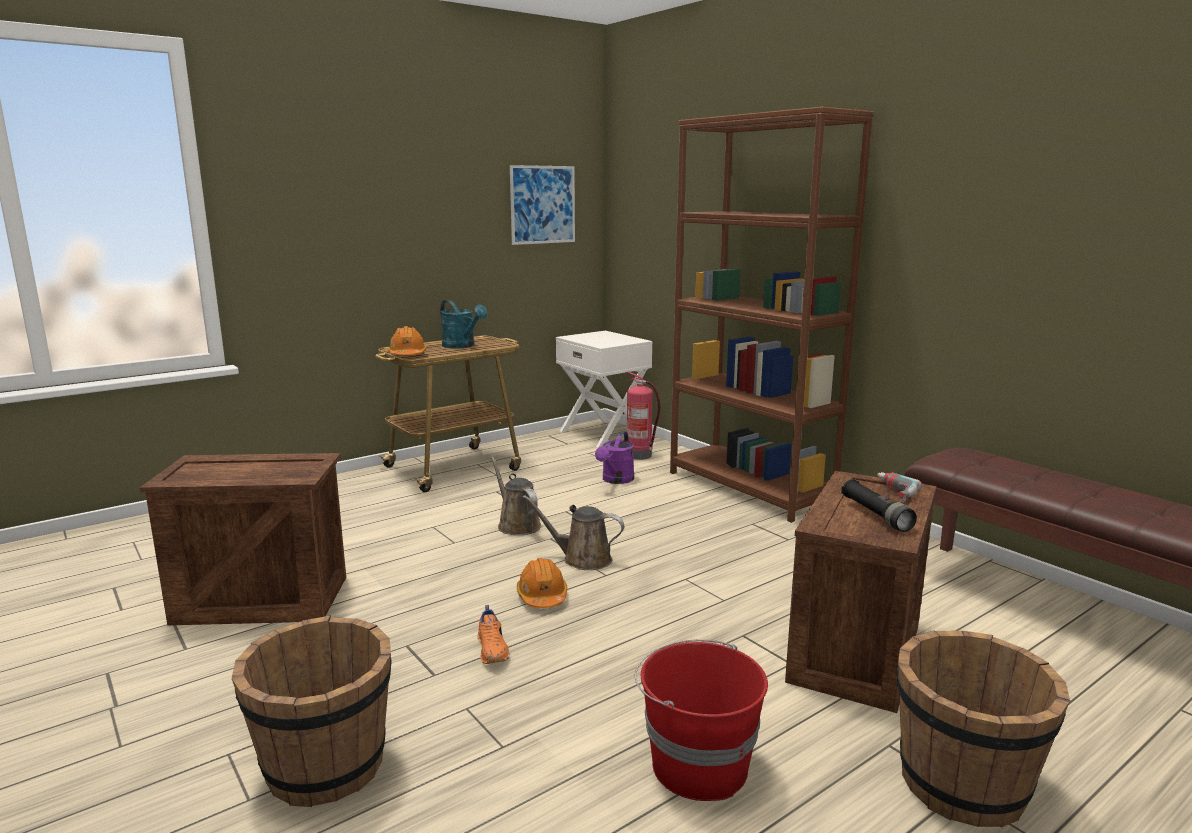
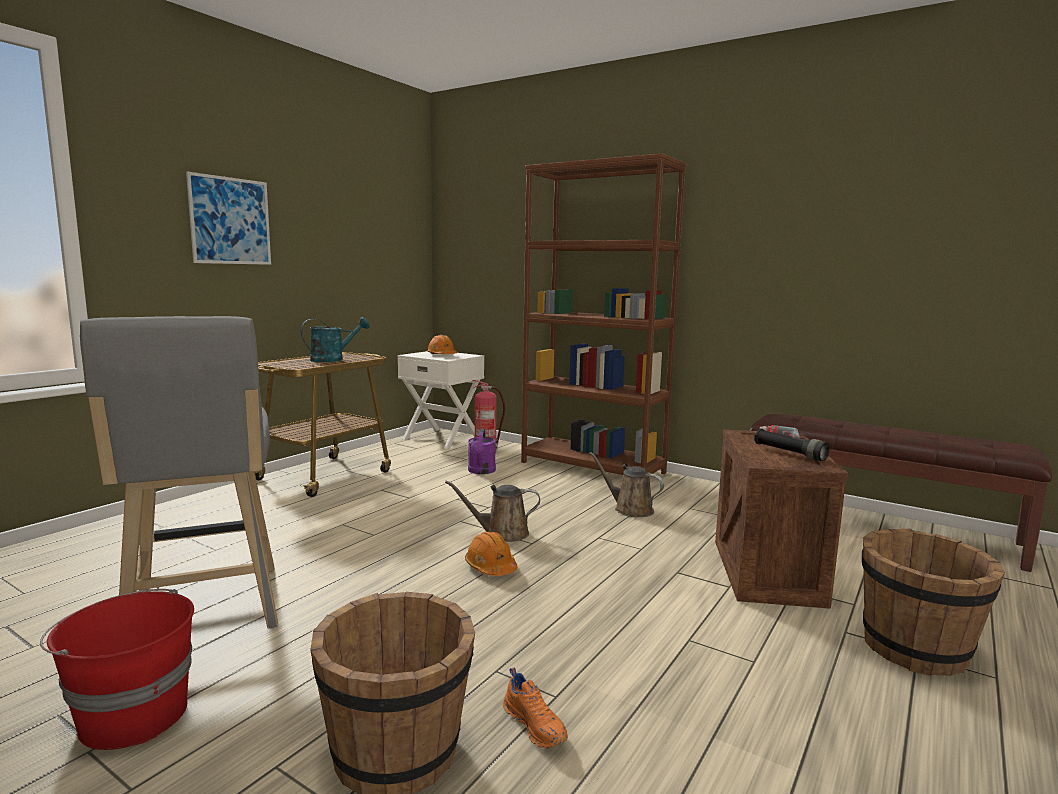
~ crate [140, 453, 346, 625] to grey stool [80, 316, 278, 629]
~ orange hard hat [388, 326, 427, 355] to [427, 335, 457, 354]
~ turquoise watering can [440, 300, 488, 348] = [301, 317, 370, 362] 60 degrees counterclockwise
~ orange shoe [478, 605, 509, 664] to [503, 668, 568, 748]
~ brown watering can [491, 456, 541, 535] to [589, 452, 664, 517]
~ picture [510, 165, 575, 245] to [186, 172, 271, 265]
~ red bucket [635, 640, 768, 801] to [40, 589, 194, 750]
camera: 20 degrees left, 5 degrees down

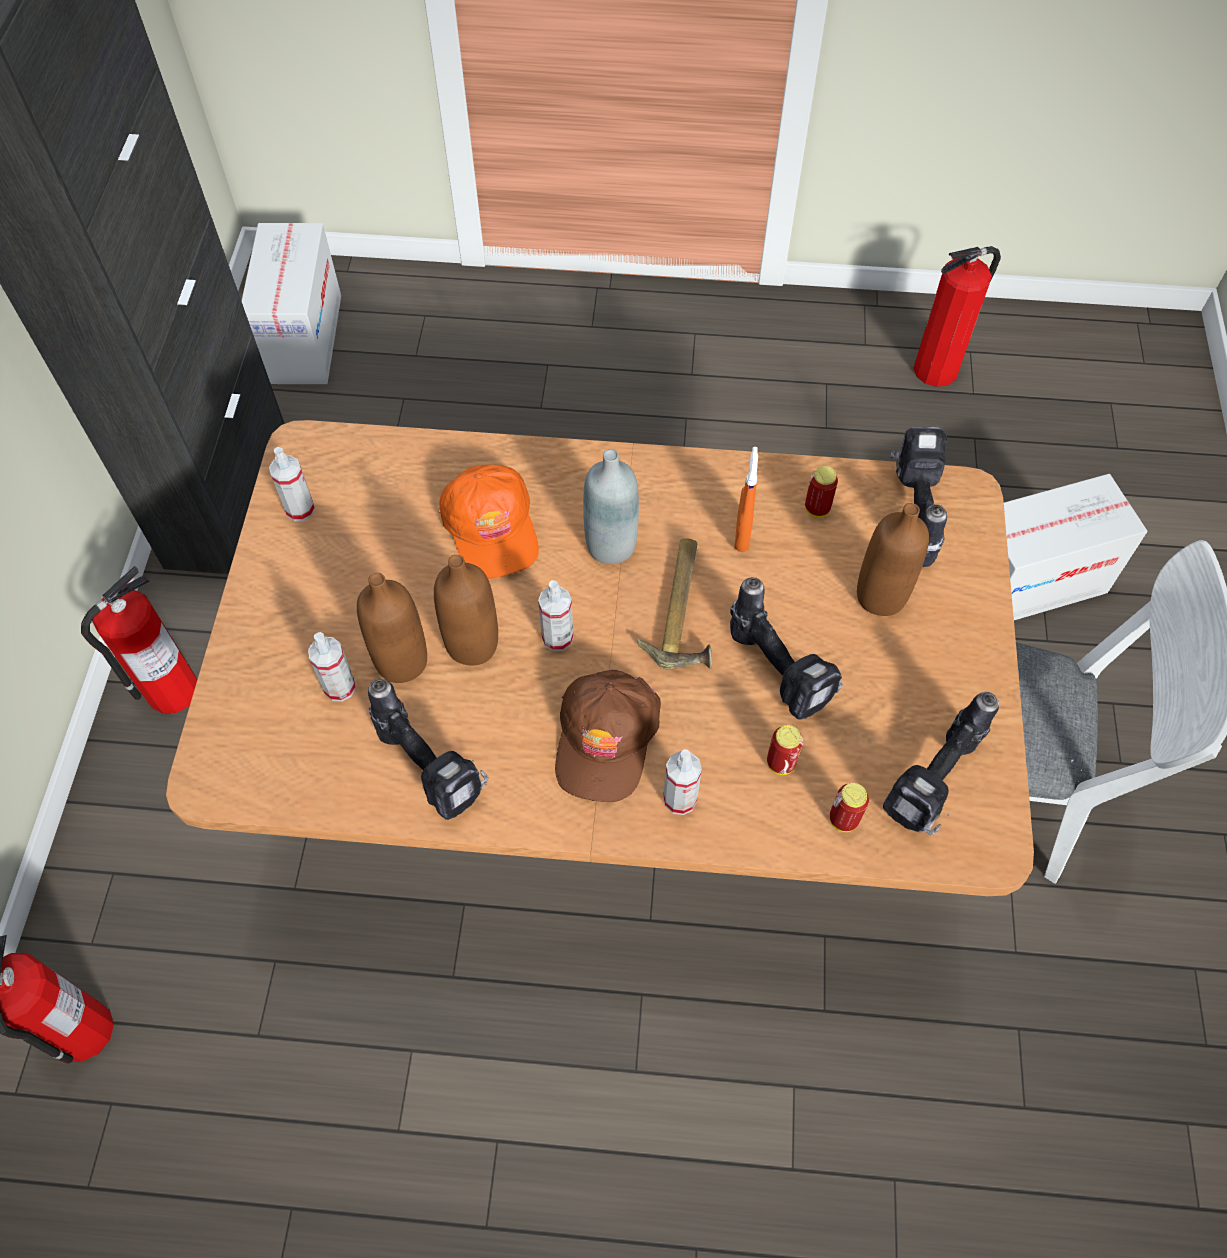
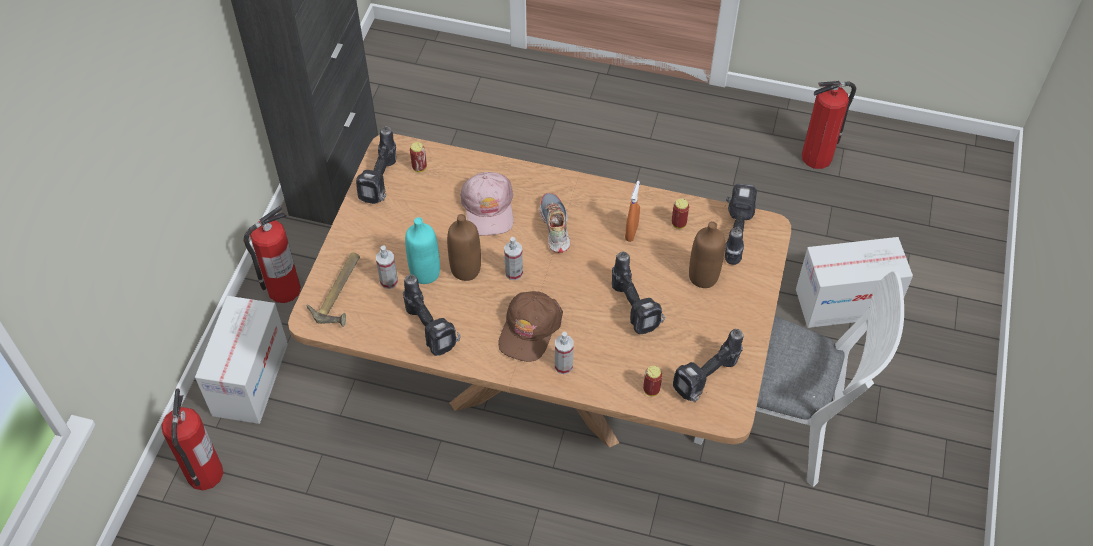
~ cardboard box [242, 223, 341, 384] to [195, 296, 288, 424]
~ spray bottle [269, 447, 315, 521] to power drill [356, 126, 396, 204]
~ brown bottle [357, 573, 427, 683] to turquoise bottle [405, 217, 440, 284]
~ orange cap [439, 465, 539, 579] to pink cap [460, 172, 513, 236]
~ grey bottle [583, 449, 639, 564] to shoe [539, 193, 570, 253]
~ hammer [637, 538, 712, 669] to [306, 253, 360, 327]
~ can [767, 725, 803, 775] to [410, 142, 427, 172]
camera: 10 degrees right, 5 degrees down

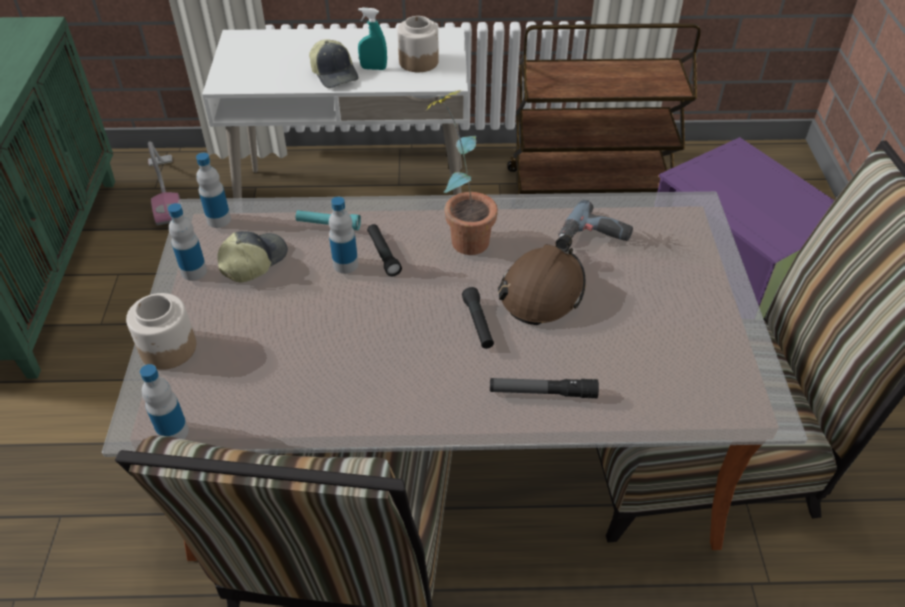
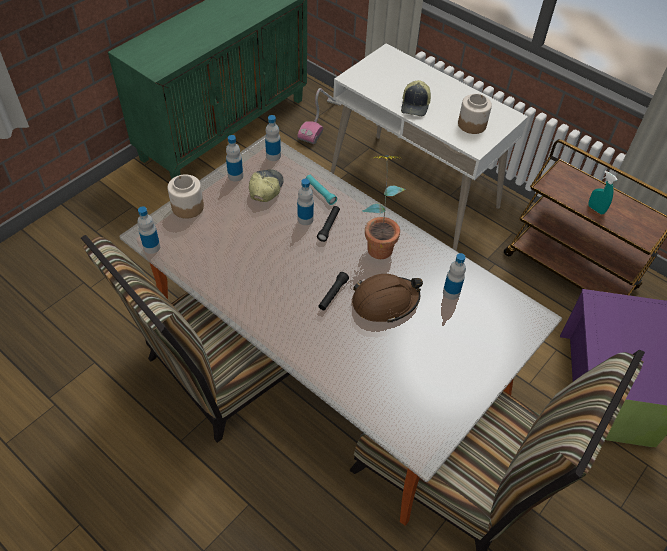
~ cap [217, 231, 288, 283] = [249, 169, 284, 202] 60 degrees counterclockwise
~ turquoise spray bottle [358, 8, 387, 70] to [588, 171, 618, 214]
- flashlight [490, 378, 599, 398]
~ power drill [559, 199, 633, 241] to bottle [443, 253, 466, 300]
camera: 40 degrees right, 5 degrees up

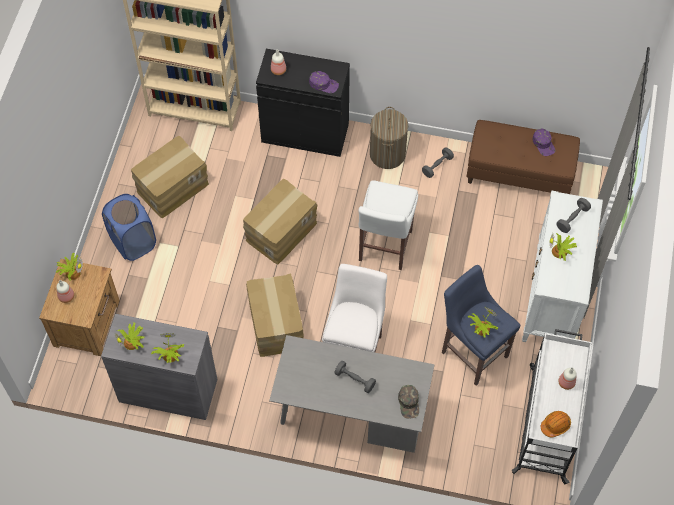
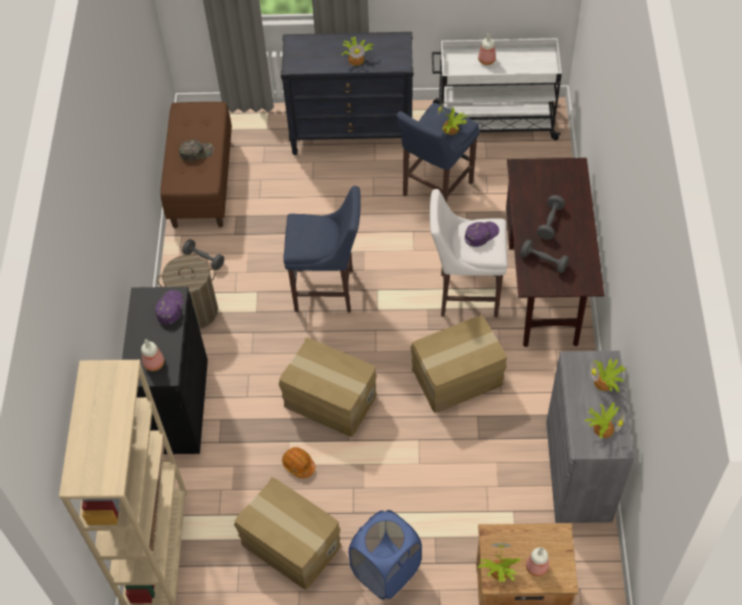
~ grey desk [269, 335, 434, 453] to brown desk [506, 158, 604, 347]
~ white stool [358, 180, 418, 270] to blue stool [283, 186, 361, 312]
~ green cap [398, 385, 419, 418] to [179, 140, 214, 162]
~ white dresser [522, 190, 603, 342] to black dresser [281, 32, 413, 155]
~ purple cap [533, 129, 555, 156] to [465, 222, 499, 247]
~ orange hard hat [541, 411, 571, 437] to [282, 447, 315, 478]
~ grey dumbbell [557, 198, 591, 233] to [520, 239, 569, 273]
camera: 100 degrees left, 5 degrees down

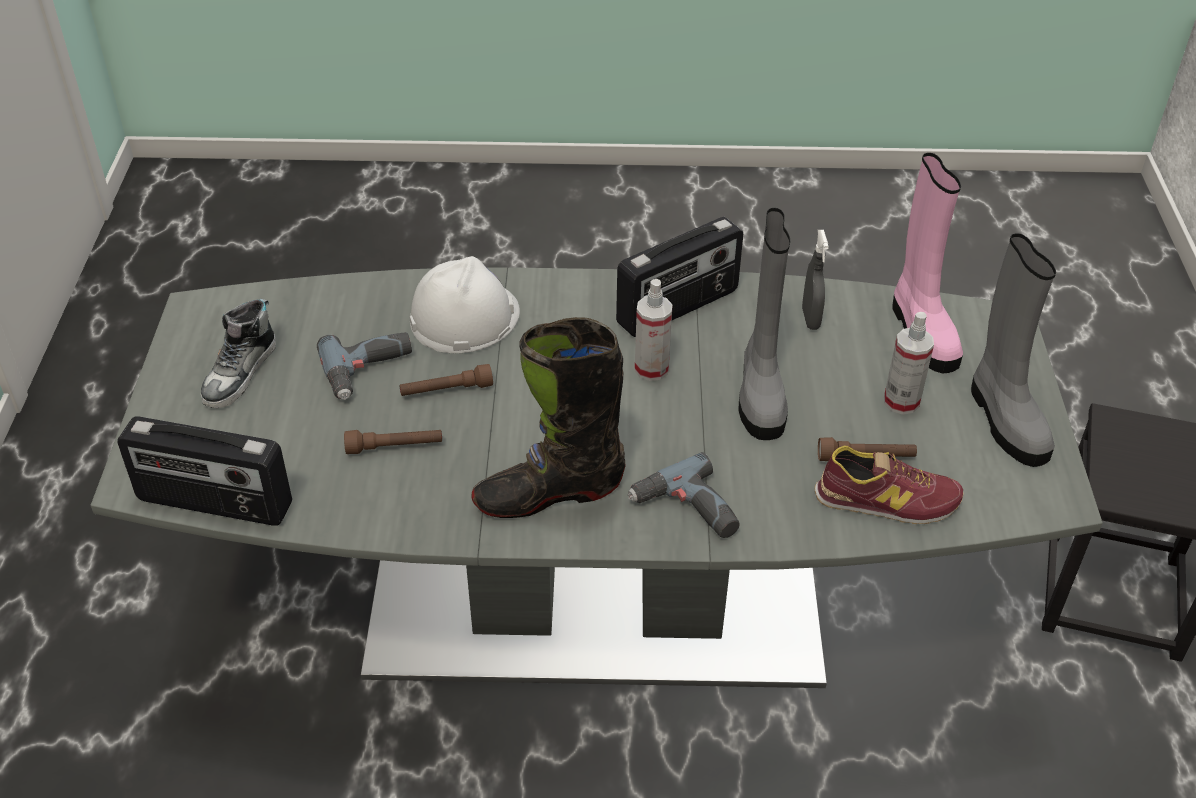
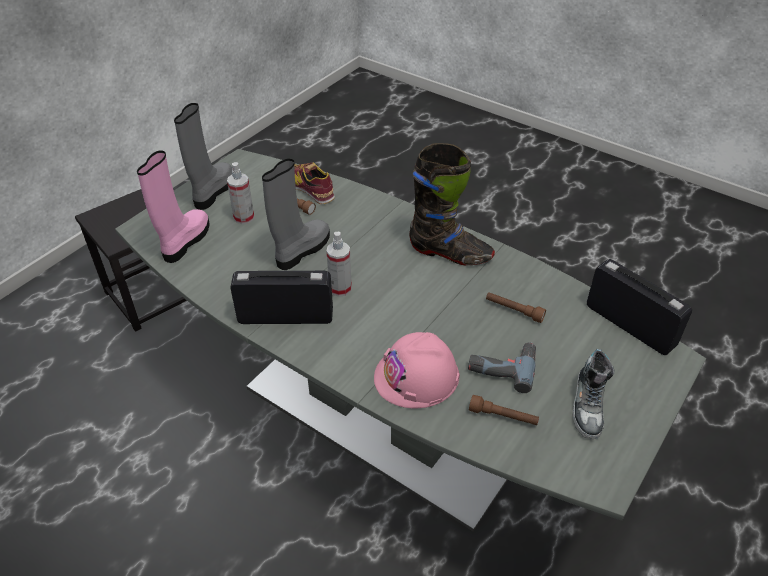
~ shoe [201, 299, 276, 408] = [573, 349, 615, 439] 135 degrees clockwise
~ brown flashlight [399, 364, 493, 396] to [469, 395, 539, 425]
~ white hard hat [410, 256, 520, 353] to pink hard hat [374, 332, 460, 408]
- power drill [628, 452, 739, 538]
- grey spray bottle [802, 230, 829, 330]
camera: 145 degrees left, 0 degrees up

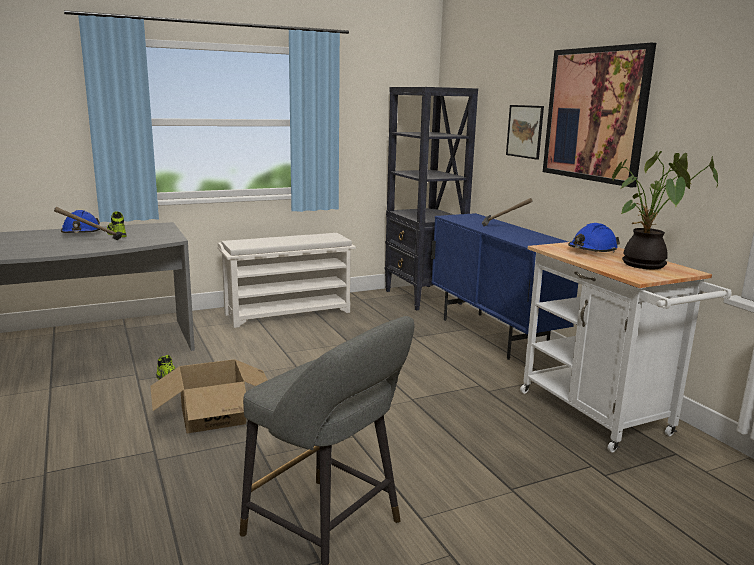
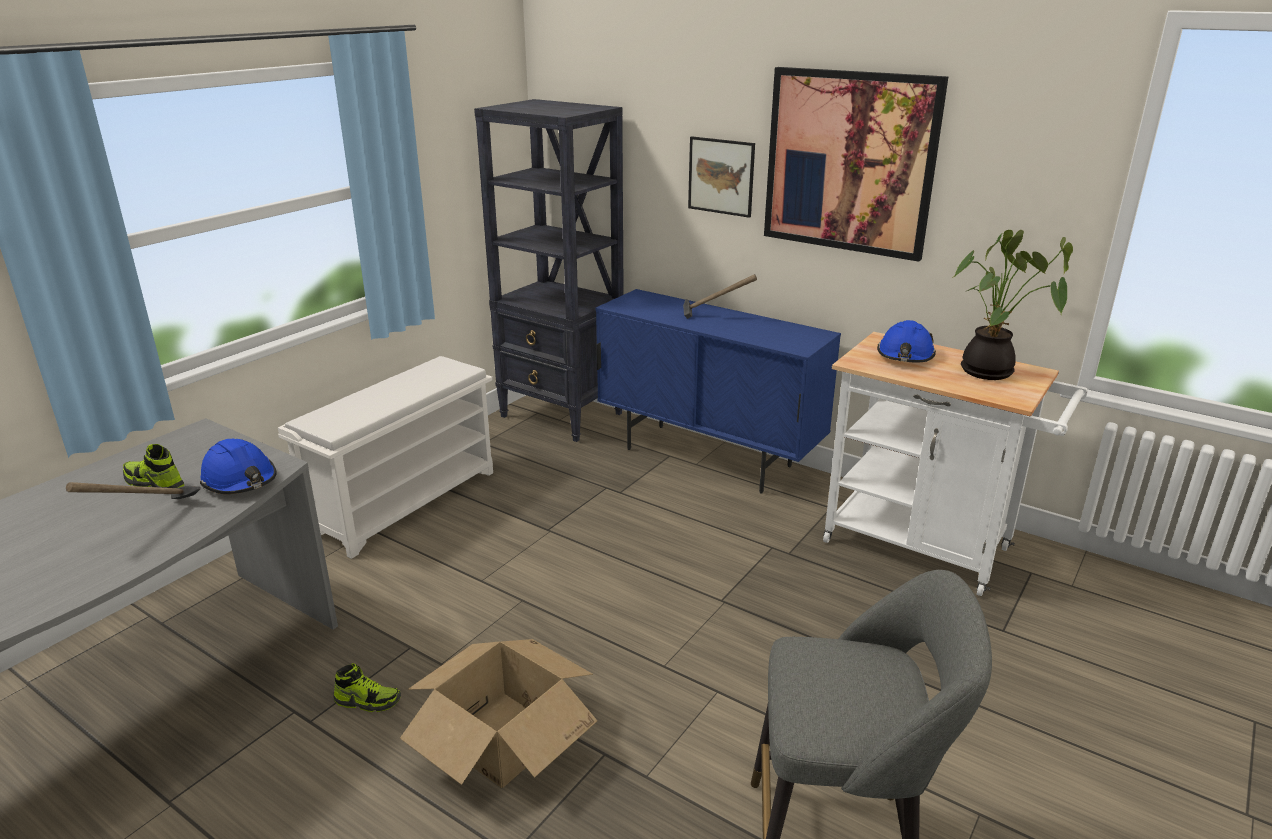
~ blue hard hat [61, 210, 101, 233] to [200, 439, 277, 494]
camera: 30 degrees left, 10 degrees up

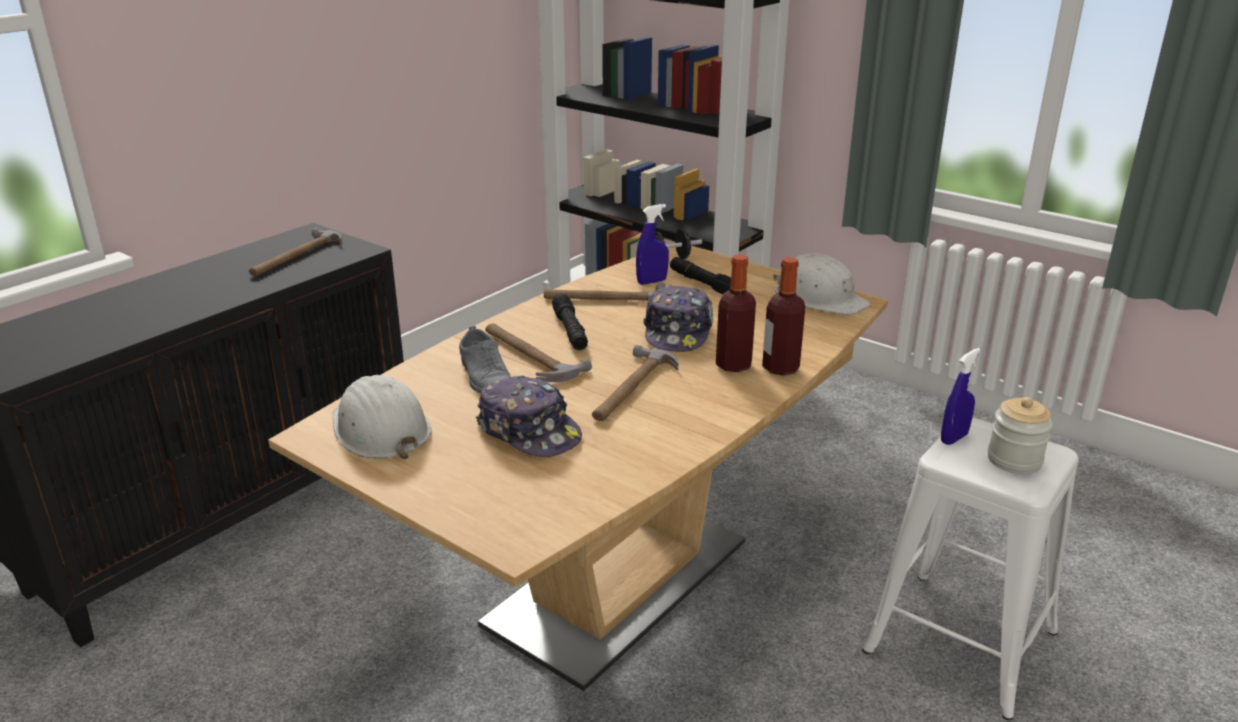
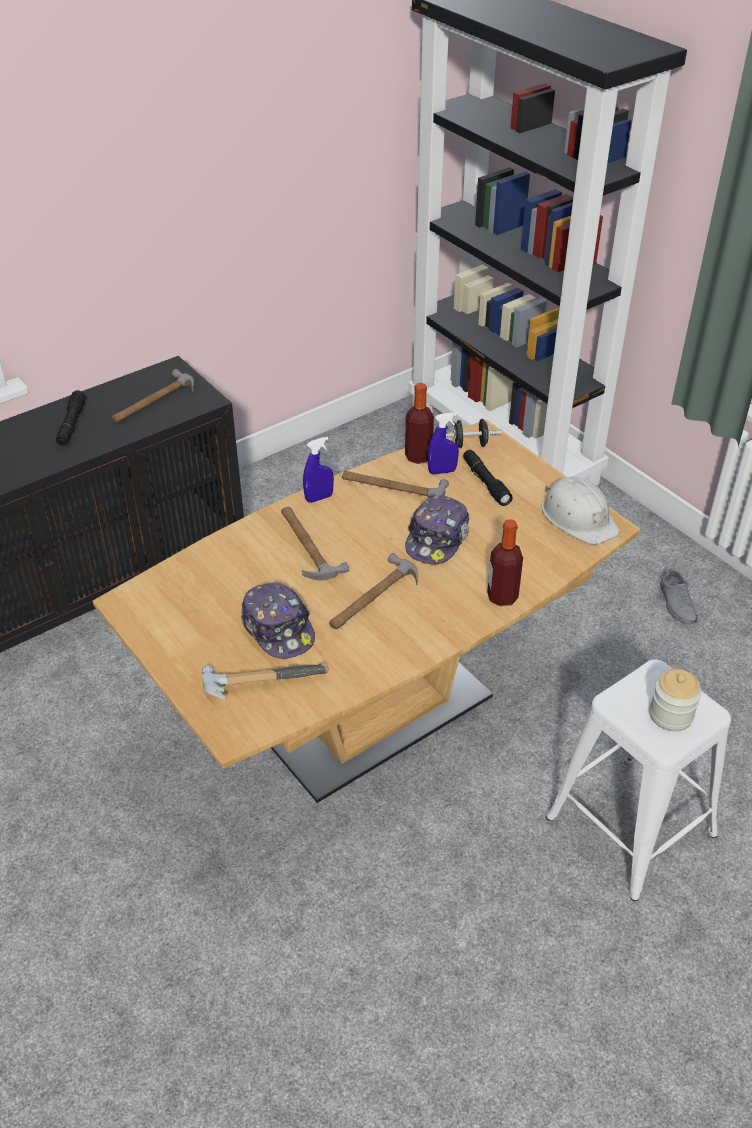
- white hard hat [333, 375, 431, 459]
~ grey shoe [459, 326, 511, 394] to [660, 568, 697, 624]
~ black flashlight [552, 294, 588, 350] to [56, 390, 86, 446]
~ bottle [716, 254, 756, 372] to [405, 383, 434, 464]
~ blue spray bottle [941, 348, 980, 445] to [303, 437, 334, 503]
+ hammer [202, 662, 328, 700]
camera: 15 degrees right, 15 degrees up

